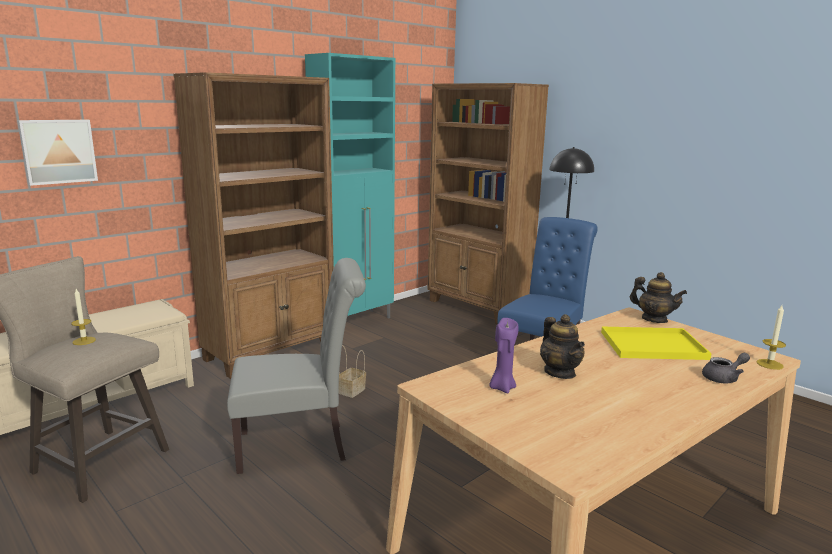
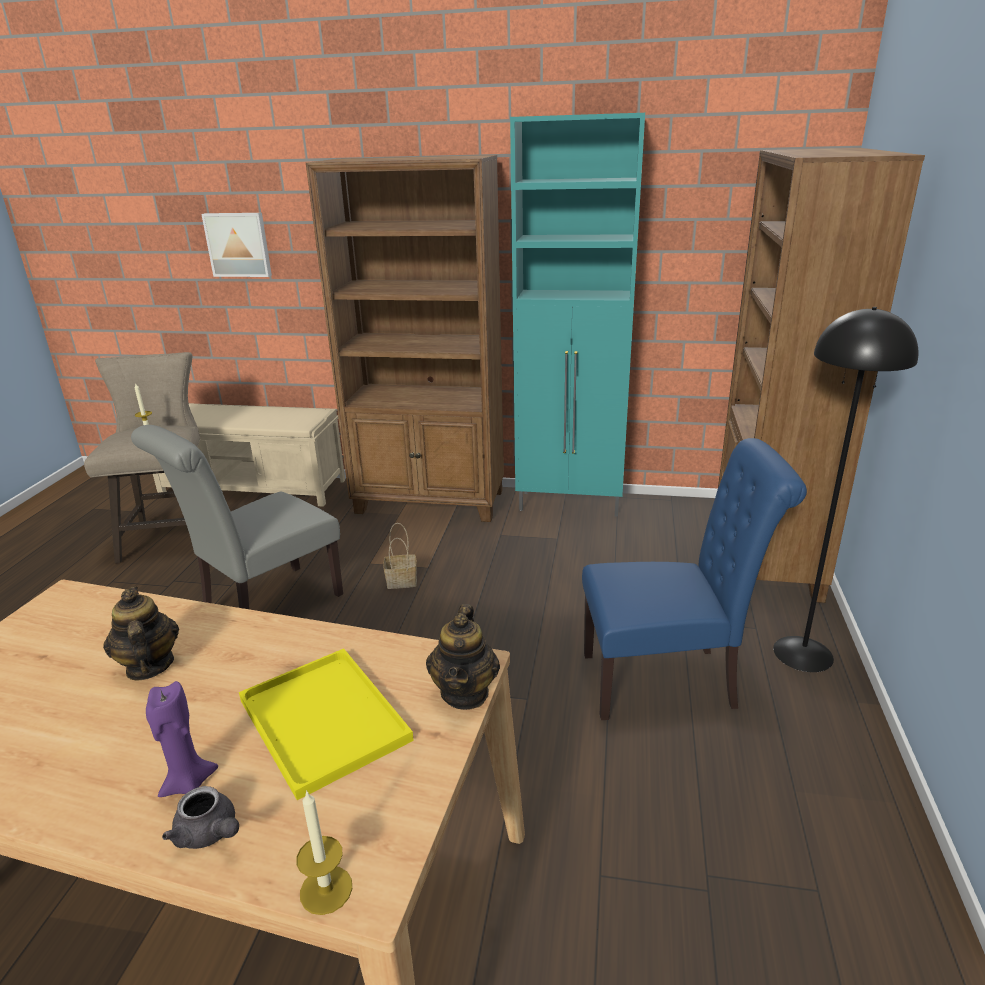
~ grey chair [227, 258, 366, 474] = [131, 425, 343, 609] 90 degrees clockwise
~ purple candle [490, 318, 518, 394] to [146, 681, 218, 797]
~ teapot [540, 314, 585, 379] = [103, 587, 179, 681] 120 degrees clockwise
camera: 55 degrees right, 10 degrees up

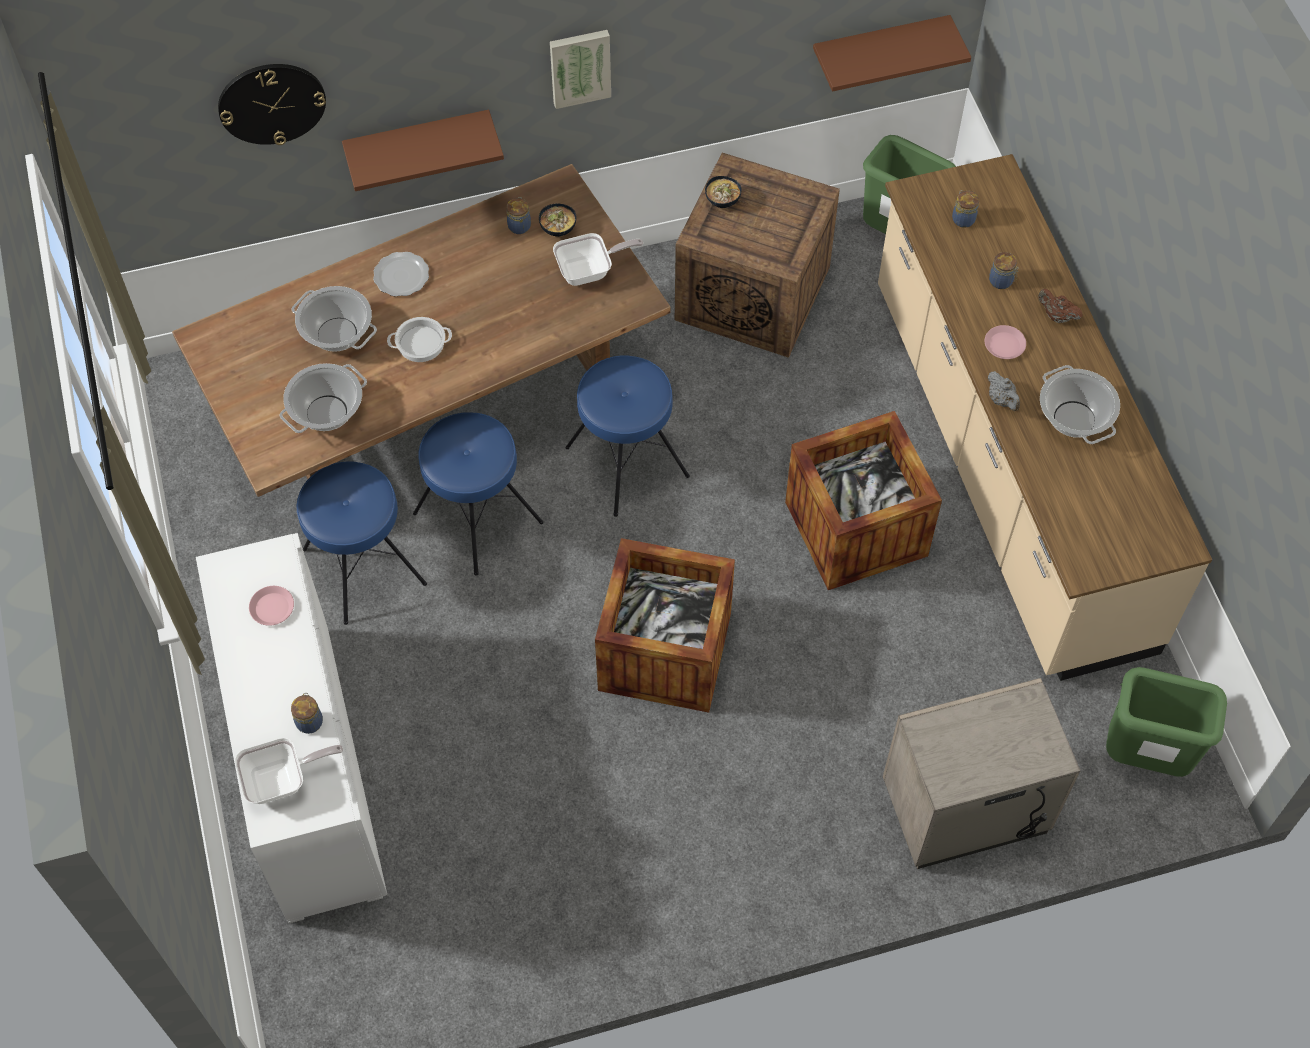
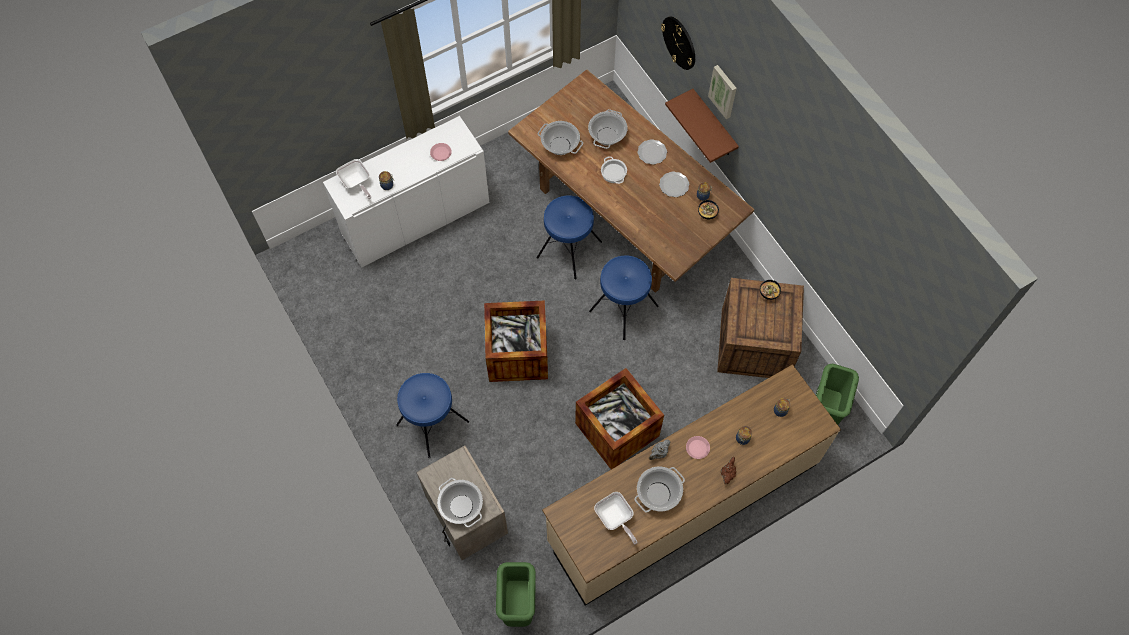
~ blue stool [296, 461, 427, 625] to [396, 373, 469, 458]
~ picture [550, 30, 611, 109] to [708, 65, 737, 119]
~ frying pan [553, 233, 644, 286] to [594, 492, 638, 545]
- brown shelf [813, 15, 971, 92]
+ cooking pot [437, 478, 483, 528]
+ plate [659, 171, 689, 197]
camera: 75 degrees right, 5 degrees up

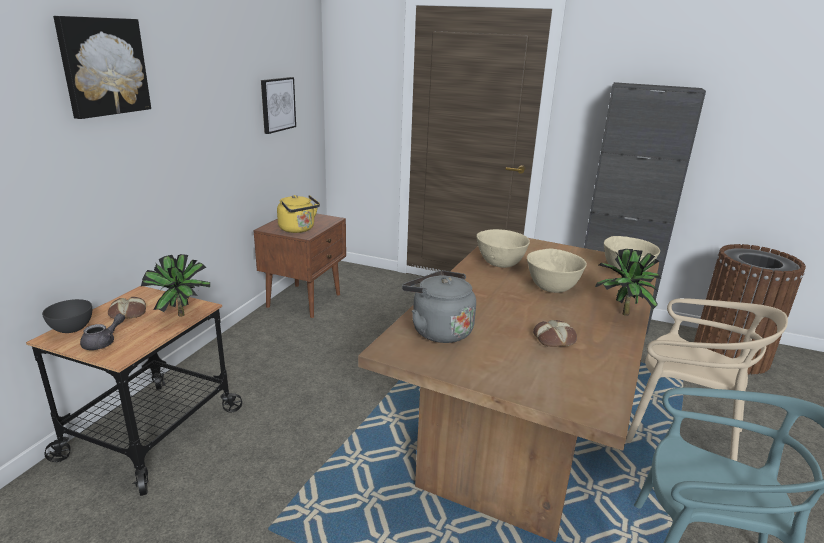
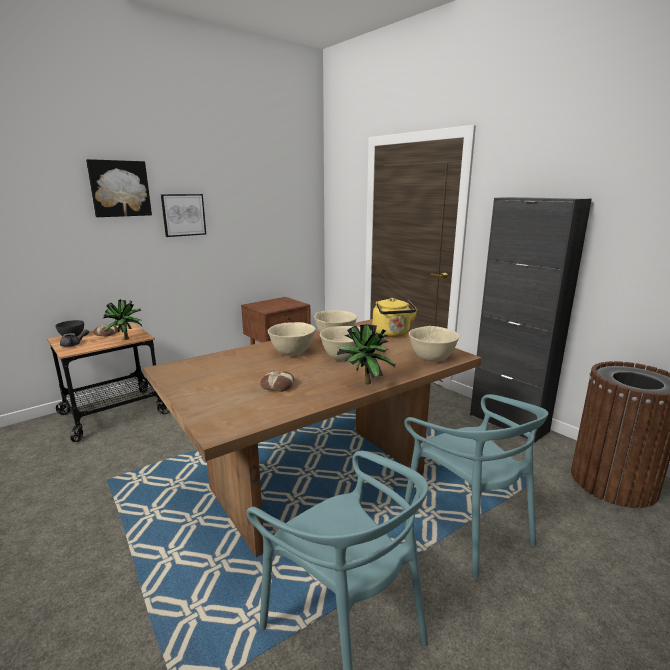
~ picture [261, 77, 296, 134] to [161, 194, 206, 237]
~ yellow kettle [277, 195, 320, 233] to [373, 298, 418, 337]
- grey kettle [402, 271, 476, 343]
~ beige chair [626, 298, 788, 461] to turquoise chair [402, 394, 548, 578]
+ beige bowl [268, 322, 316, 356]
camera: 30 degrees right, 5 degrees down

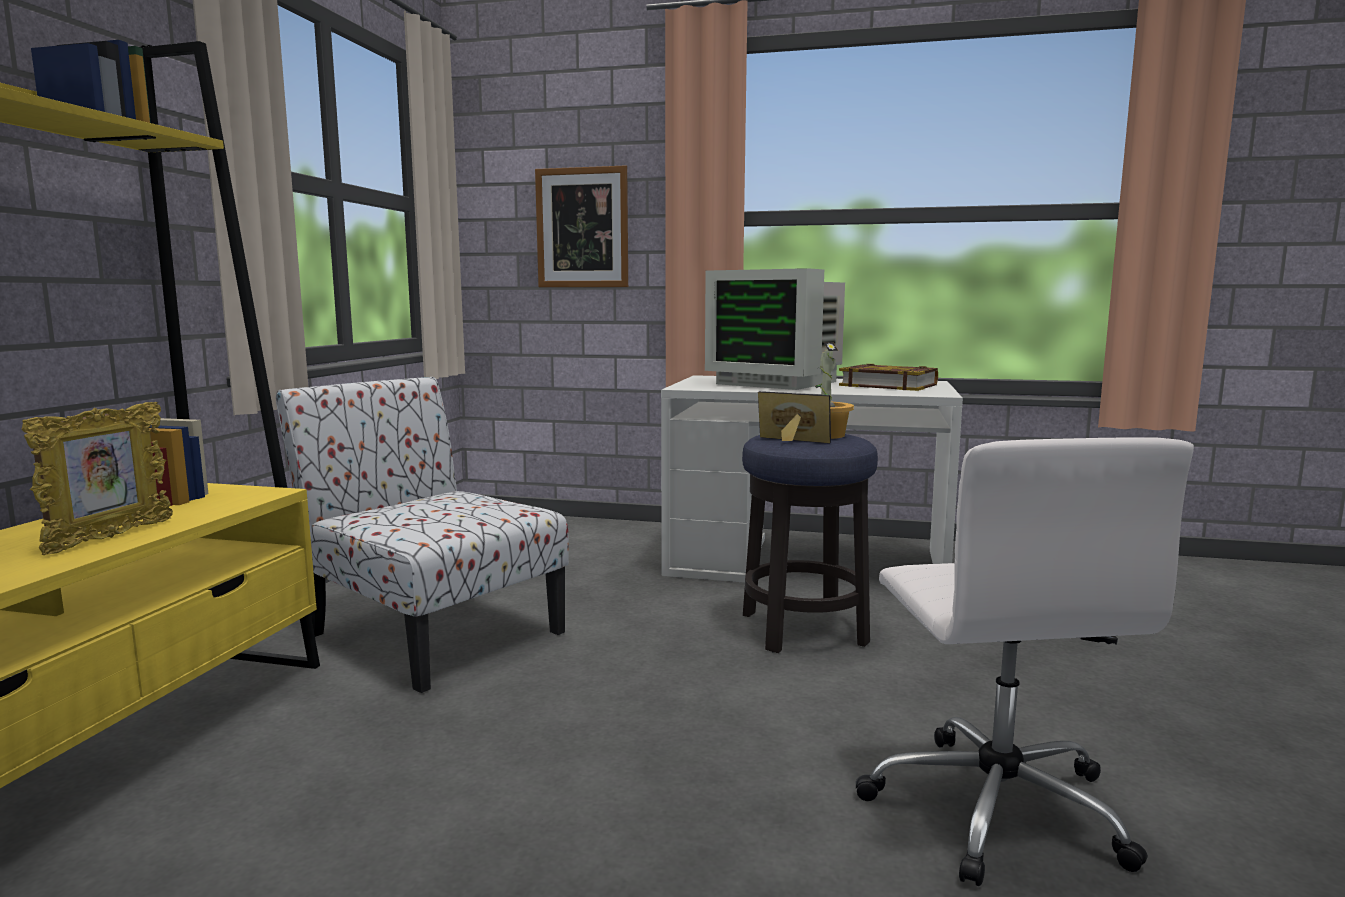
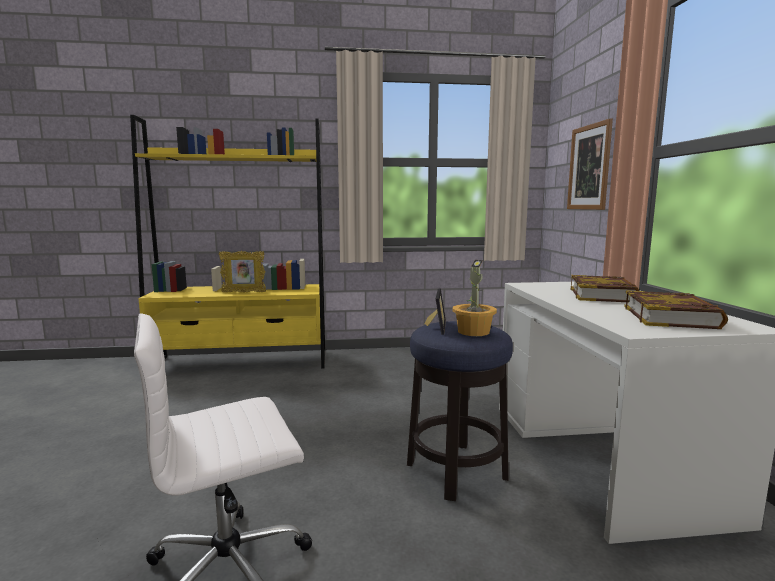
- chair [276, 377, 569, 693]
~ monitor [705, 268, 845, 390] to book [570, 275, 639, 302]
camera: 70 degrees right, 0 degrees up

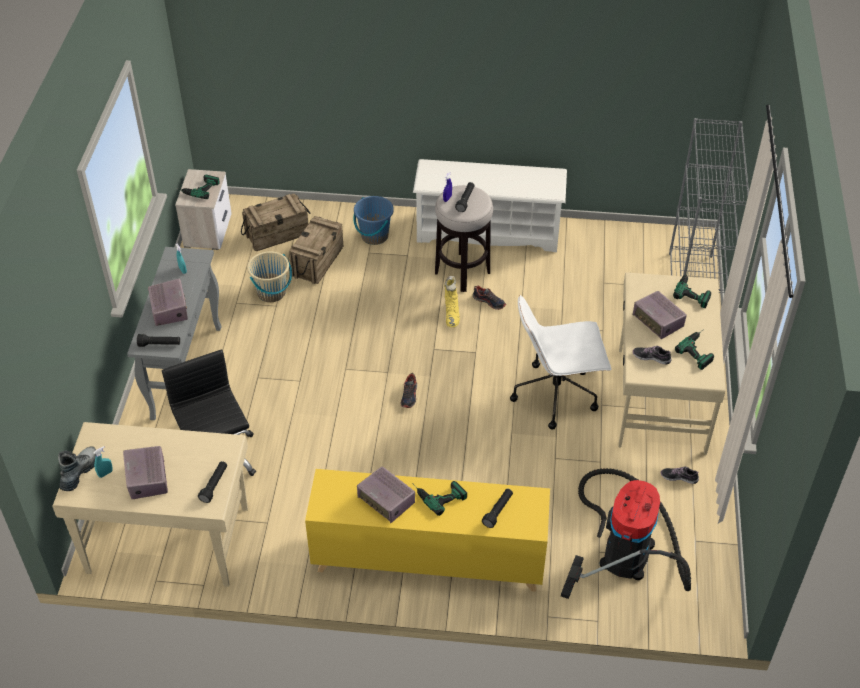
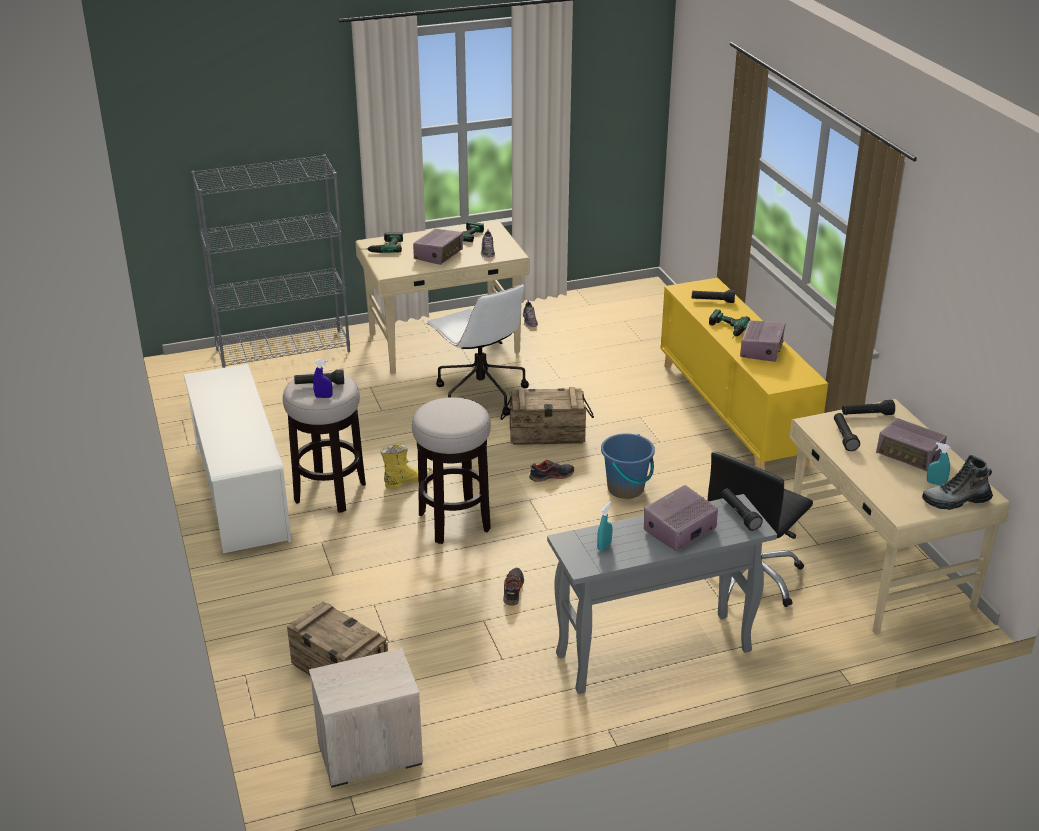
~ radio [123, 446, 168, 499] = [876, 418, 947, 471] 75 degrees clockwise
- power drill [178, 175, 220, 199]
- beige bucket [247, 251, 292, 302]
~ crate [289, 216, 343, 284] to [501, 387, 594, 445]
~ blue bucket [353, 196, 394, 245] to [601, 433, 655, 499]
~ shoe [473, 286, 506, 310] to [503, 568, 524, 606]
- vacuum cleaner [561, 468, 691, 599]
+ stool [412, 397, 491, 544]
+ black flashlight [834, 413, 860, 451]
camera: 115 degrees left, 15 degrees down

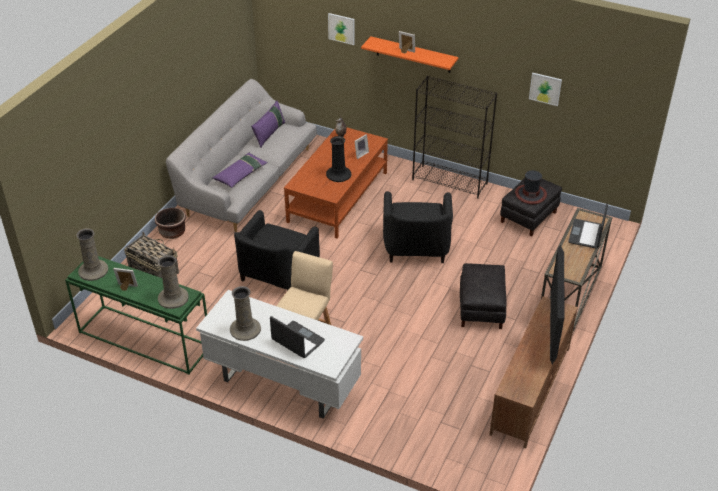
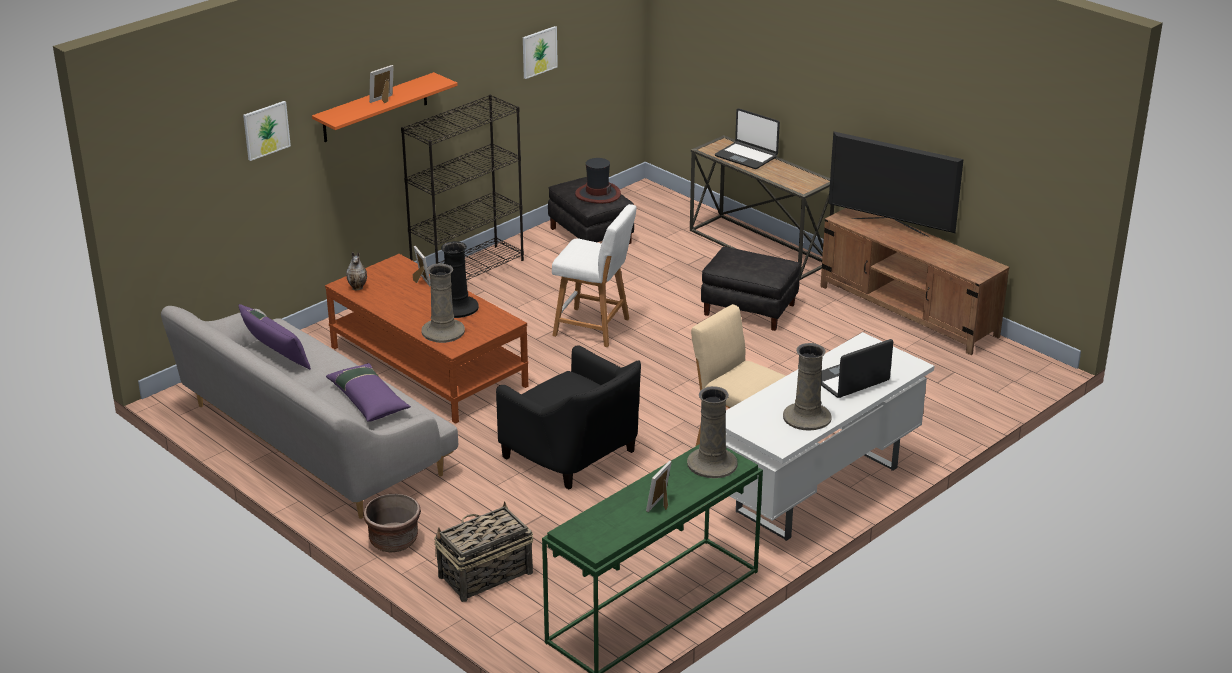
~ beige vase [76, 228, 108, 281] to [422, 264, 465, 343]
~ black armchair [383, 191, 453, 263] to white stool [552, 204, 636, 347]
camera: 70 degrees left, 10 degrees down

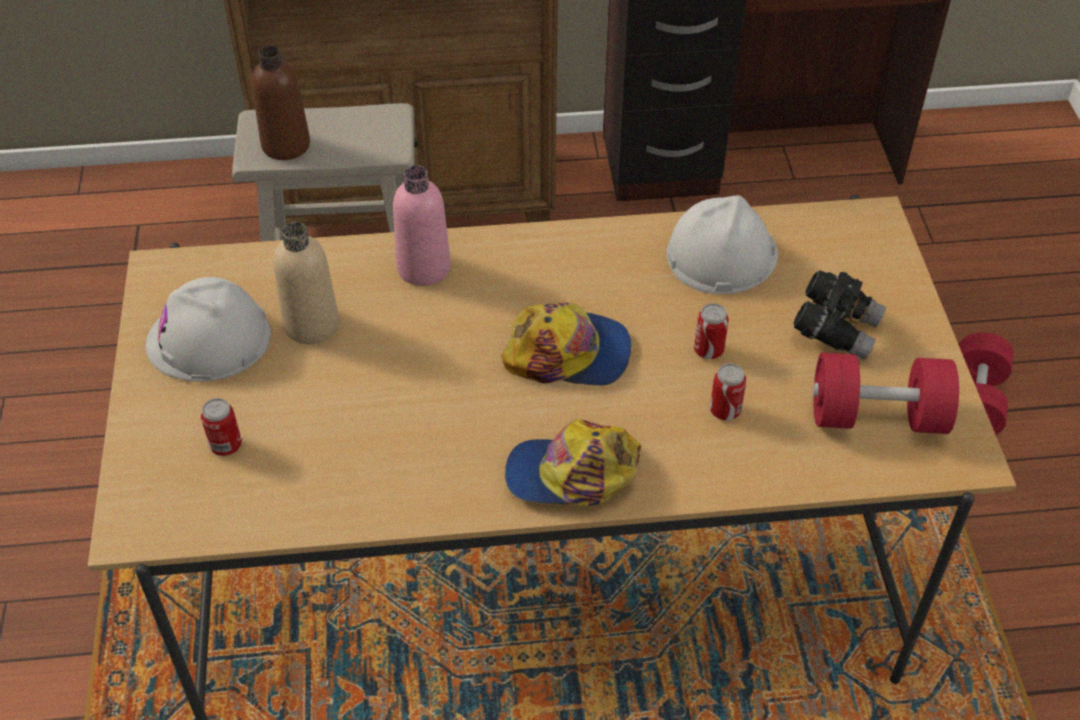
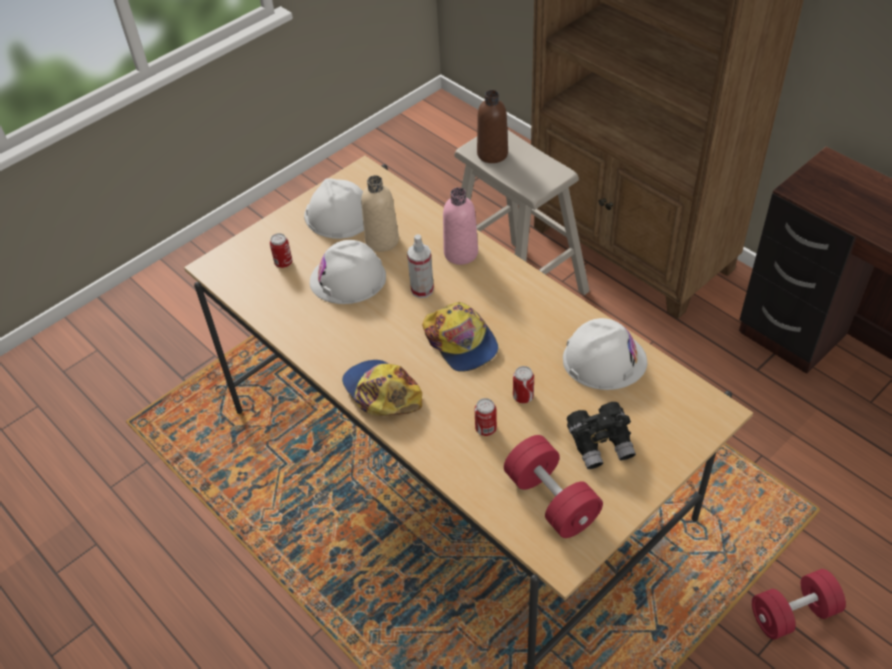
+ white hard hat [310, 240, 386, 304]
+ spray bottle [407, 234, 434, 298]
camera: 55 degrees right, 0 degrees up

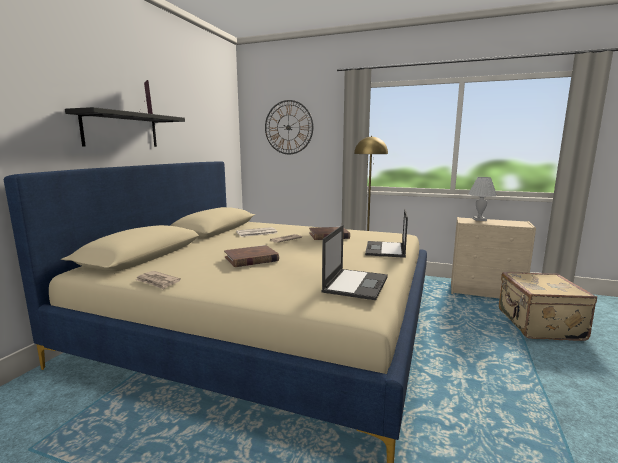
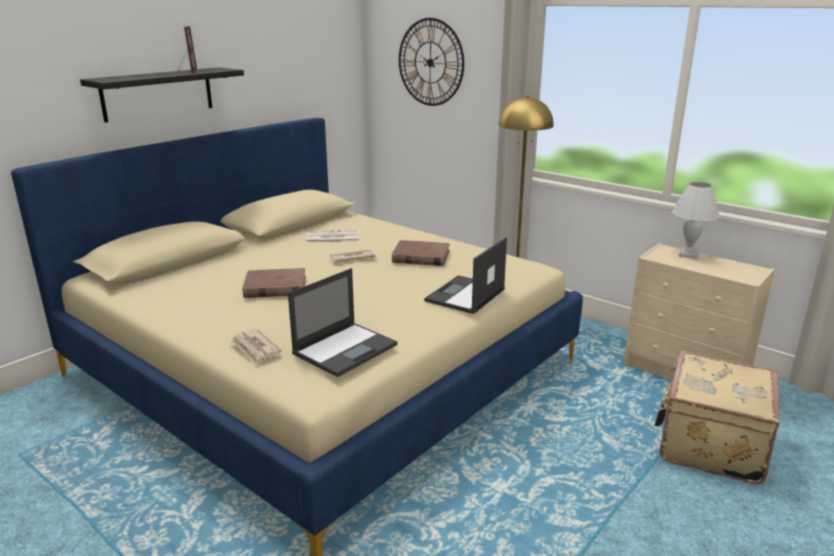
~ newspaper [135, 271, 181, 290] to [230, 329, 282, 365]
camera: 20 degrees right, 10 degrees up

